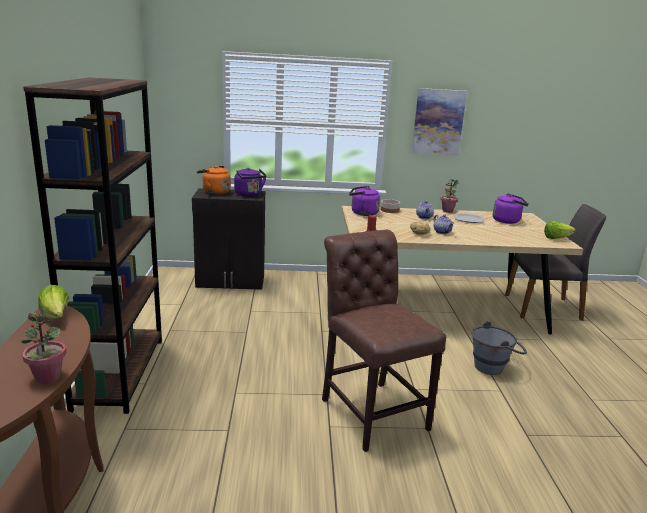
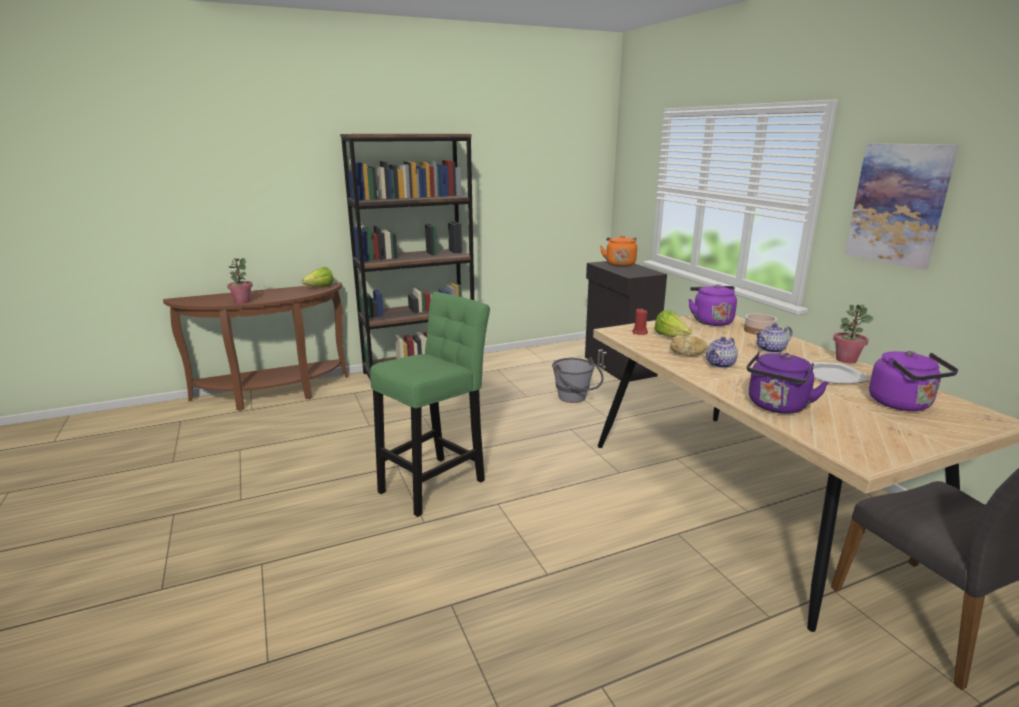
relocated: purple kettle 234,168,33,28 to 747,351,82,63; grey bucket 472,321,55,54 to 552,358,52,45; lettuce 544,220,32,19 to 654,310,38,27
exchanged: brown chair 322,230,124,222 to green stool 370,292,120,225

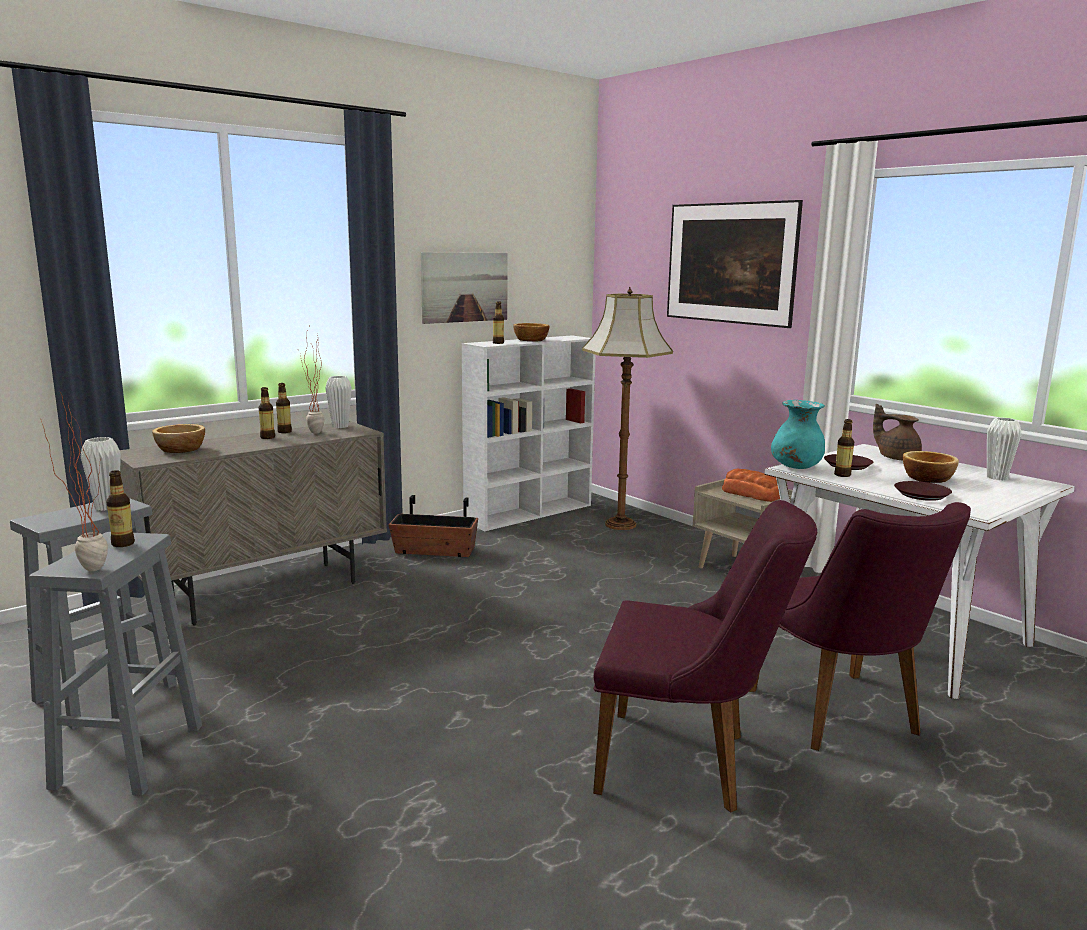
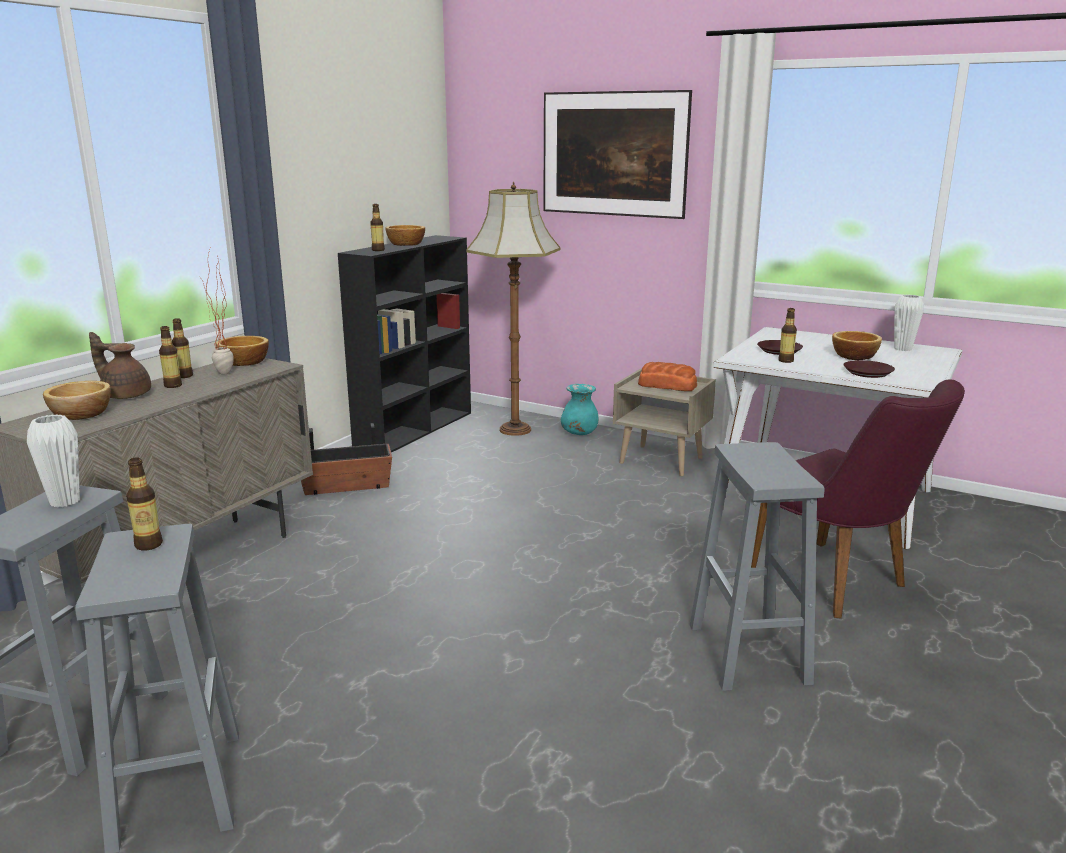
missing: potted plant 41,392,67,179; picture 421,252,87,72
relocated: turquoise vase 771,400,54,69 to 561,384,37,51; brown teapot 873,404,49,56 to 89,332,62,67
exchanged: white vase 325,376,27,52 to bowl 216,336,53,30; purple chair 593,500,224,313 to grey stool 690,442,135,249
colour: white bookcase 462,335,134,196 to black bookcase 338,235,133,218

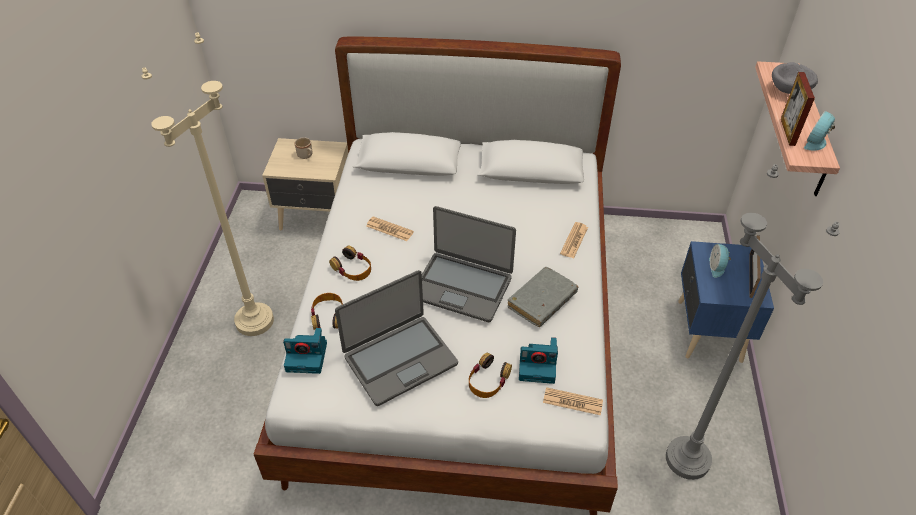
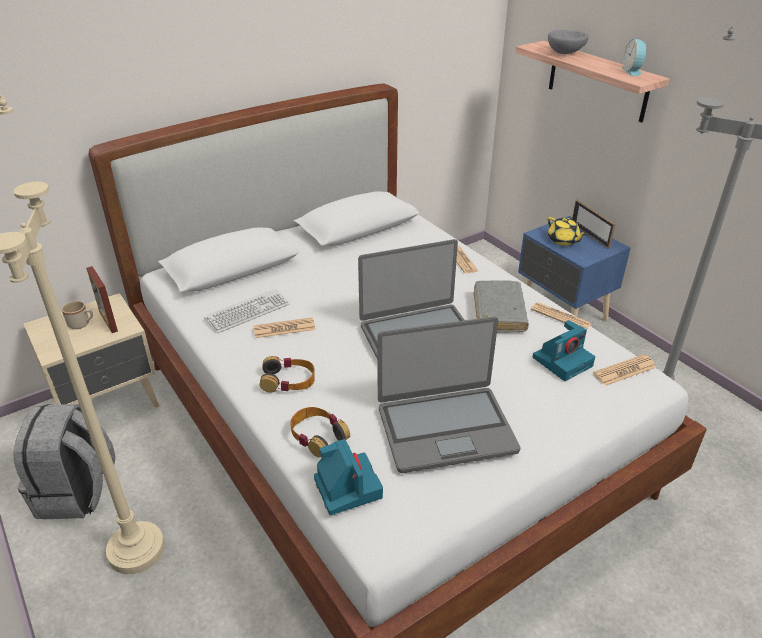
missing: headphones 469,353,43,45
appeared: grey backpack 14,404,101,115; keyboard 204,289,85,44; newspaper 531,302,61,28
relocated: picture frame 781,72,34,74 to 86,266,32,67
exchanged: alarm clock 709,244,22,34 to yellow teapot 547,217,40,29
spun: photo camera 283,328,44,46 = 314,439,69,76 75 degrees counterclockwise; laptop 335,270,123,136 = 377,317,143,156 60 degrees clockwise

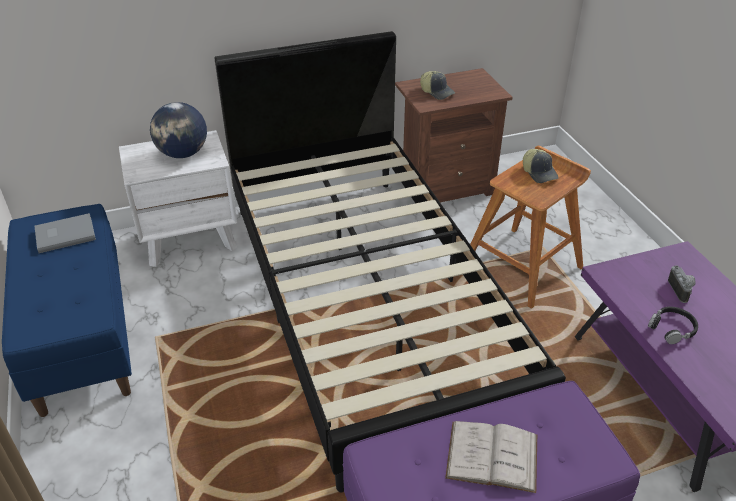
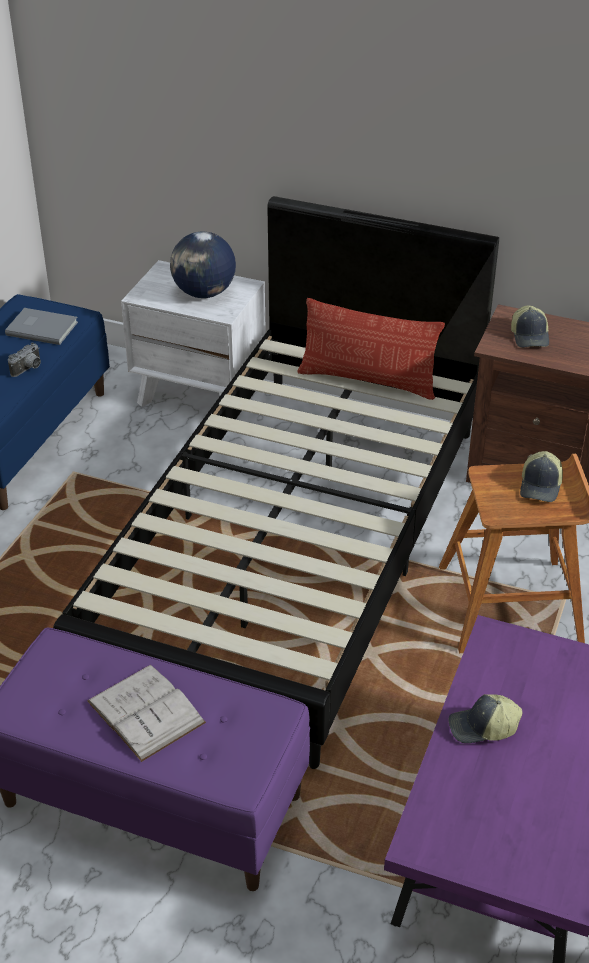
appeared: pillow 298,298,147,102
relocated: photo camera 668,265,28,38 to 8,343,33,34
exchanged: black headphones 648,306,50,38 to cap 449,694,74,49

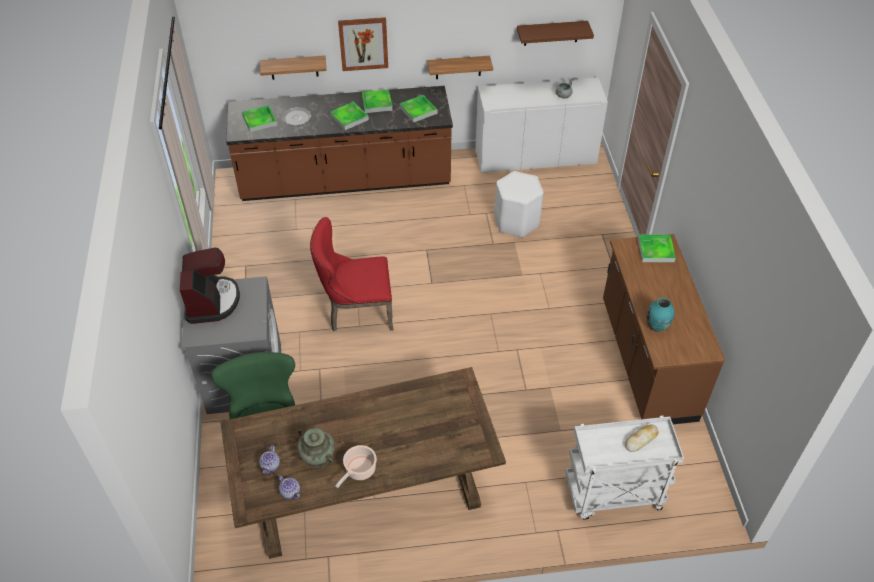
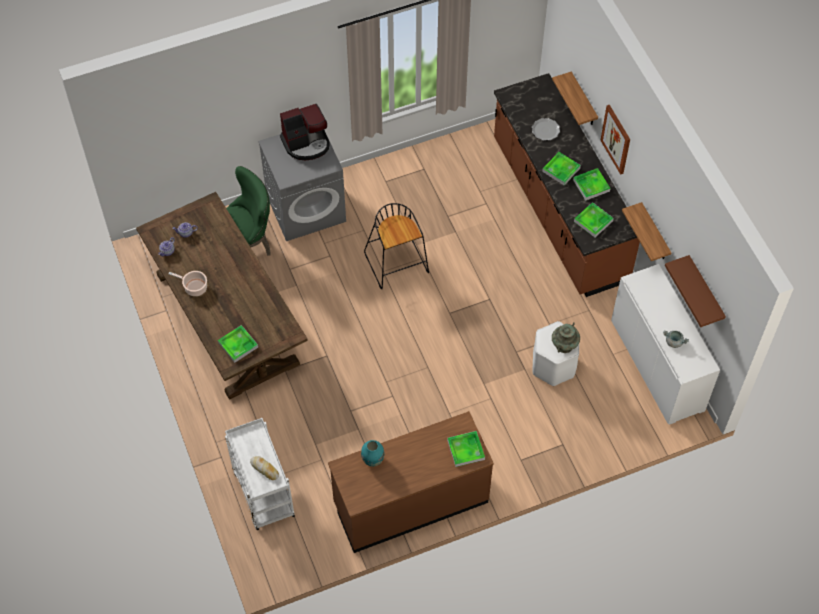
relocated: tray 242,105,35,28 to 218,325,40,38; turquoise vase 297,428,38,40 to 552,322,28,31
exchanged: red chair 310,217,83,114 to black stool 364,203,65,86

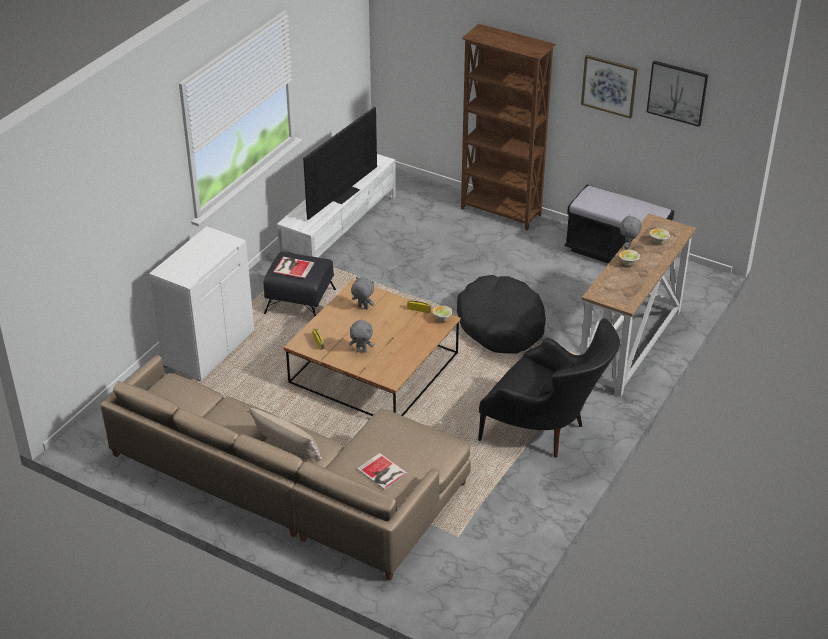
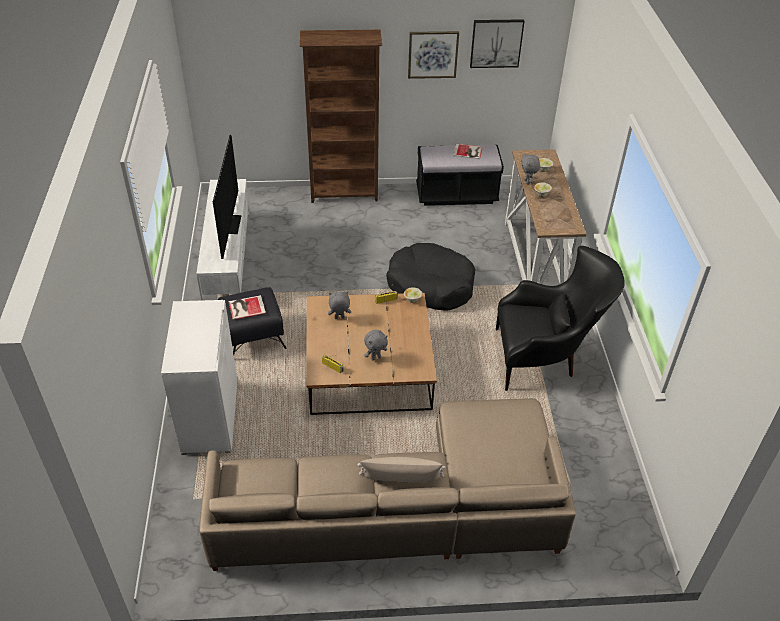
relocated: book 357,453,51,37 to 453,143,30,16

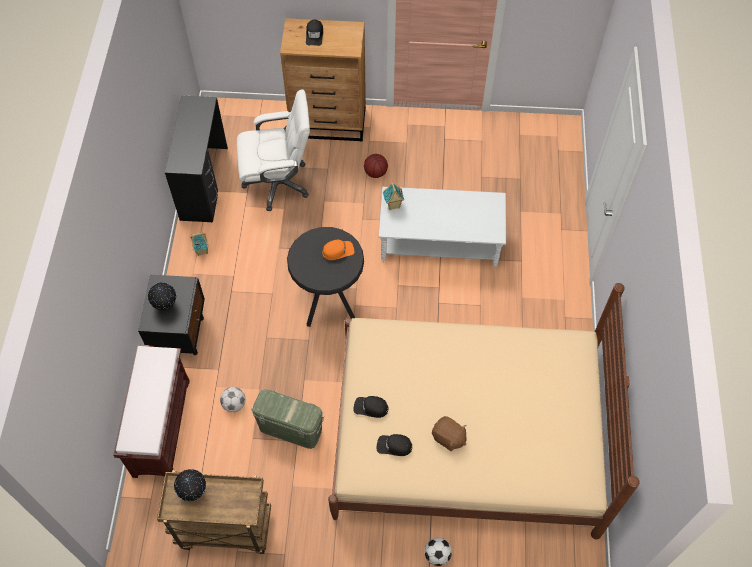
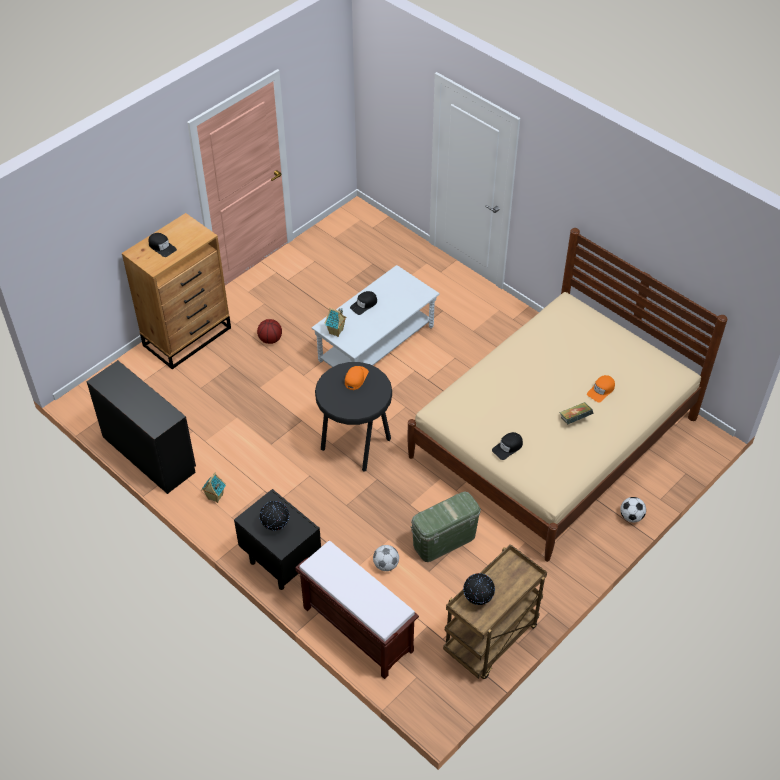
missing: white office chair 237,89,73,122
appeared: orange cap 587,375,28,28
relocated: black cap 377,434,35,22 to 350,291,27,24
exchanged: brown plush toy 432,416,34,36 to book 559,402,34,22

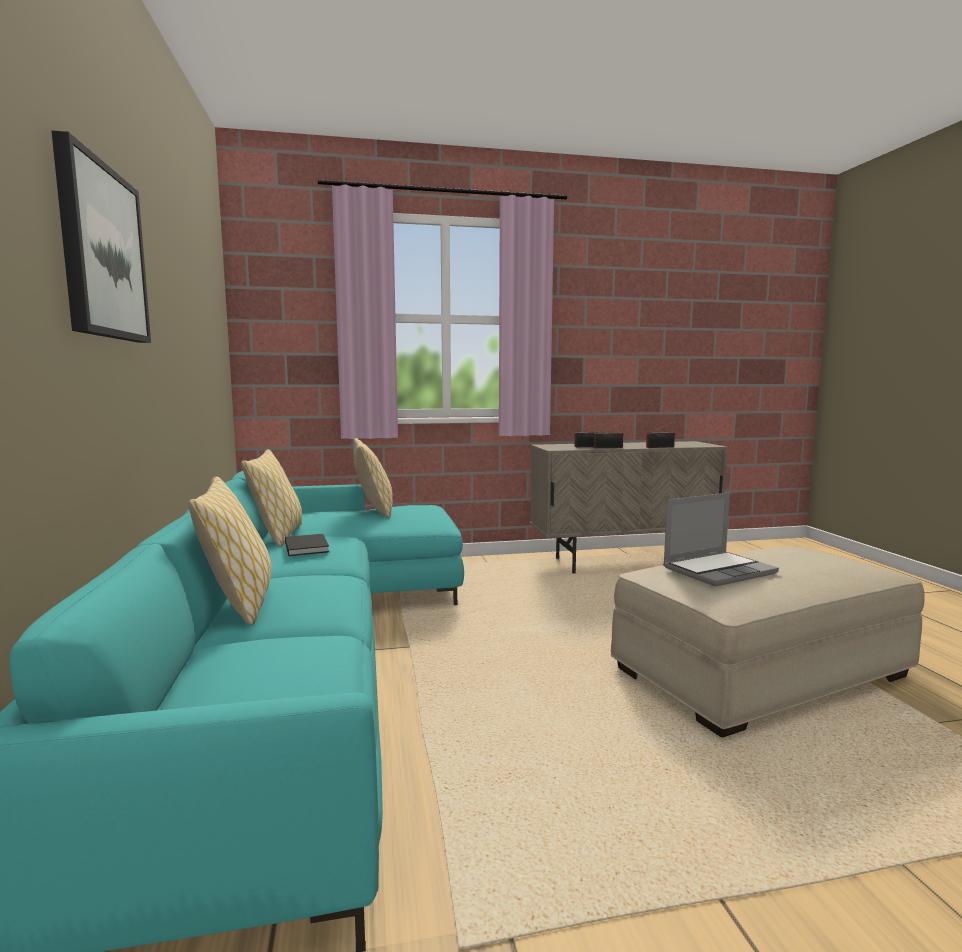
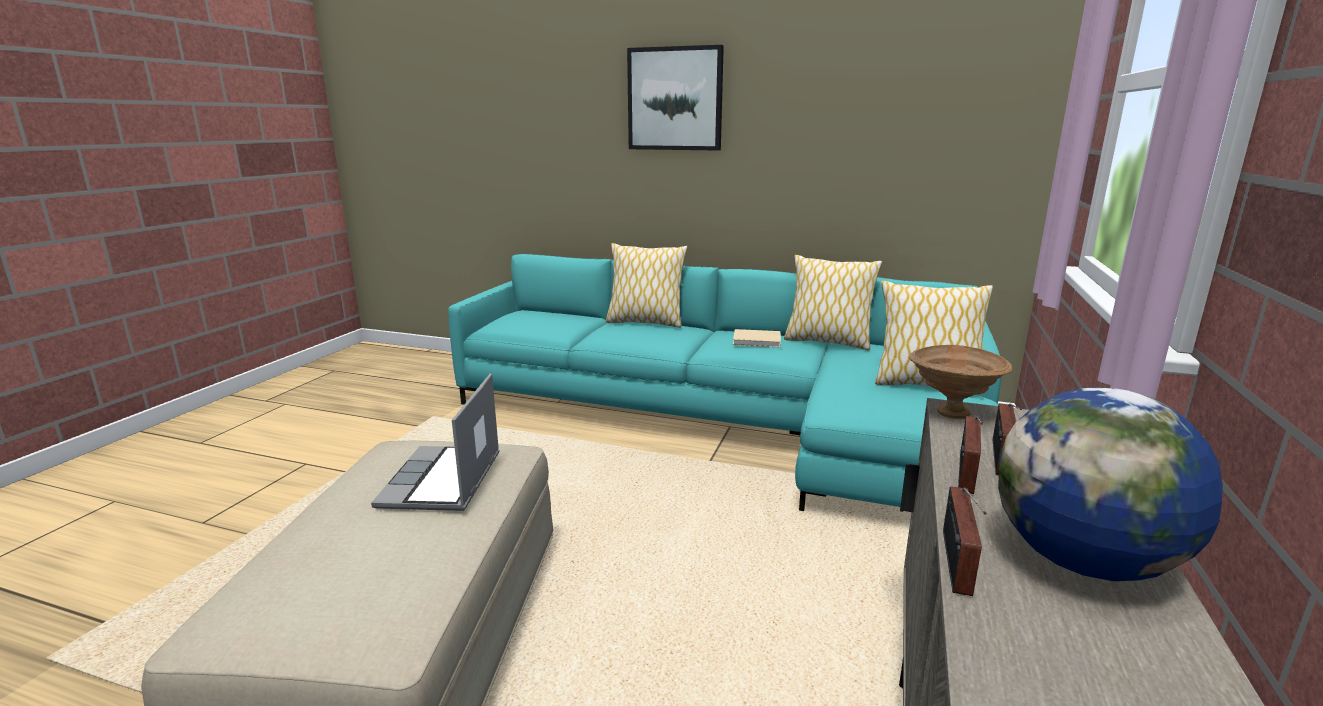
appeared: brown bowl 909,345,103,74; globe 998,387,225,194
colour: black book 285,534,44,22 to beige book 733,329,48,18

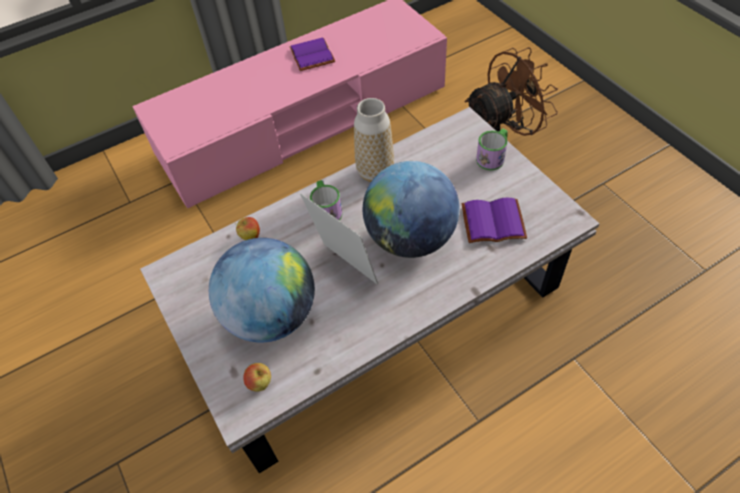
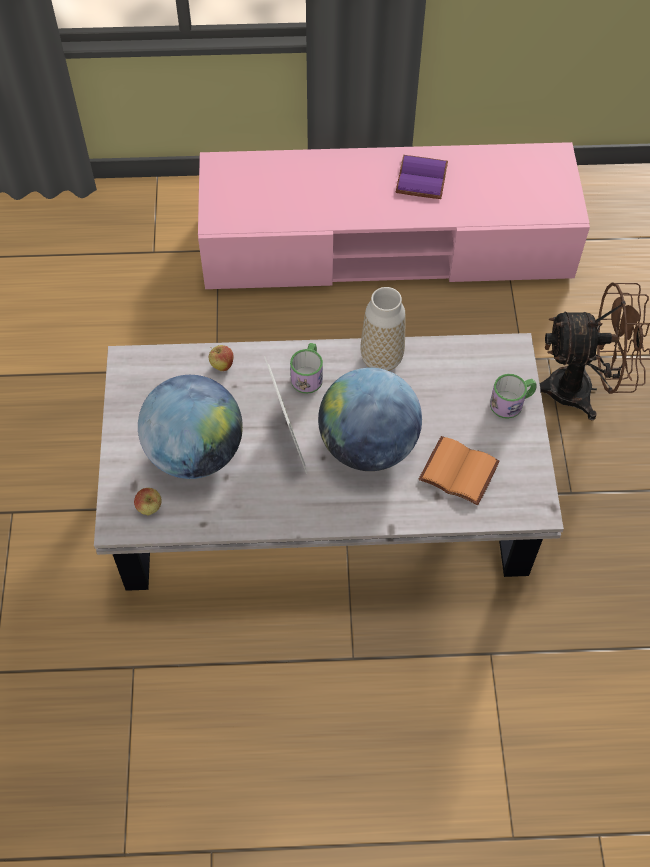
colour: purple book 462,198,65,45 to orange book 419,436,81,69

